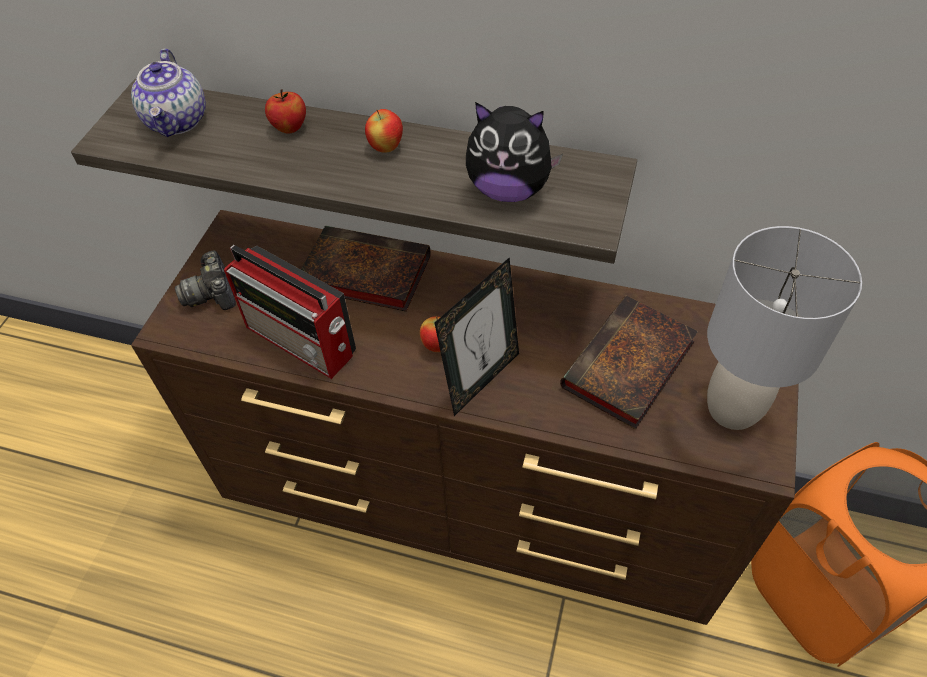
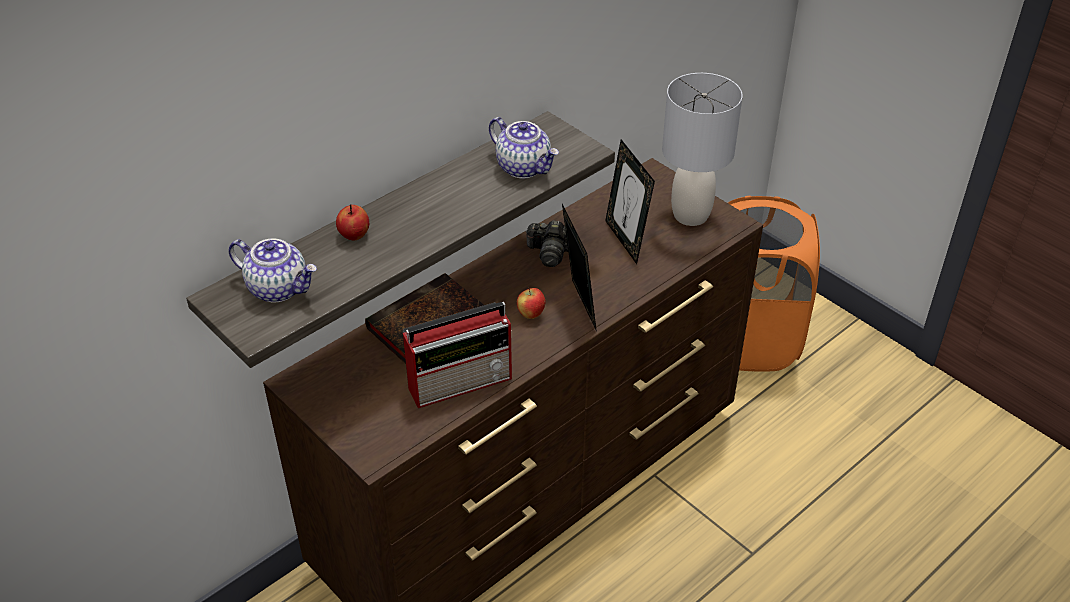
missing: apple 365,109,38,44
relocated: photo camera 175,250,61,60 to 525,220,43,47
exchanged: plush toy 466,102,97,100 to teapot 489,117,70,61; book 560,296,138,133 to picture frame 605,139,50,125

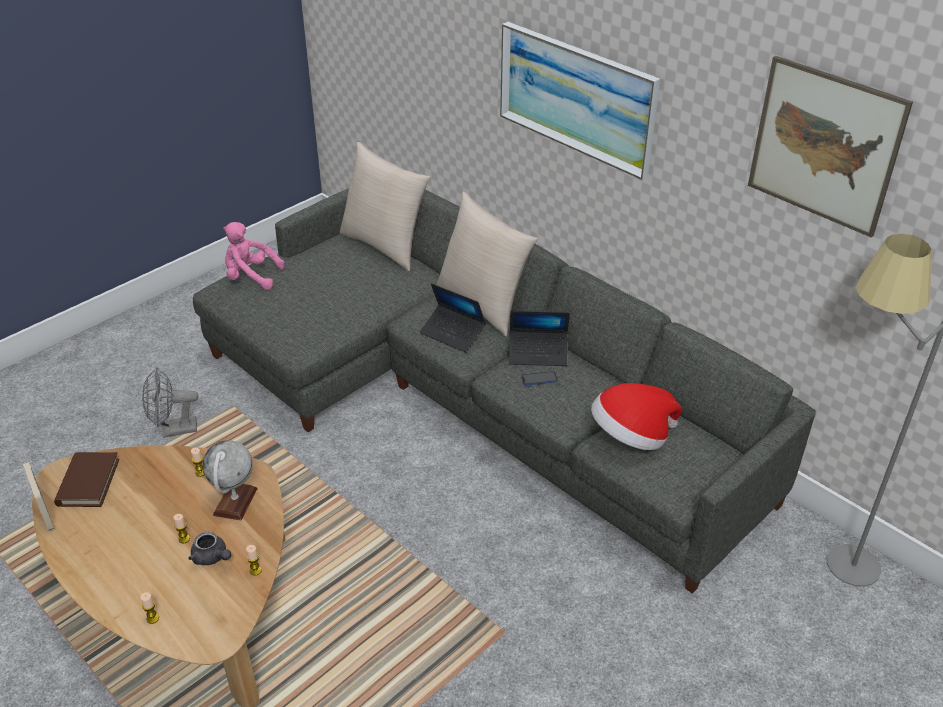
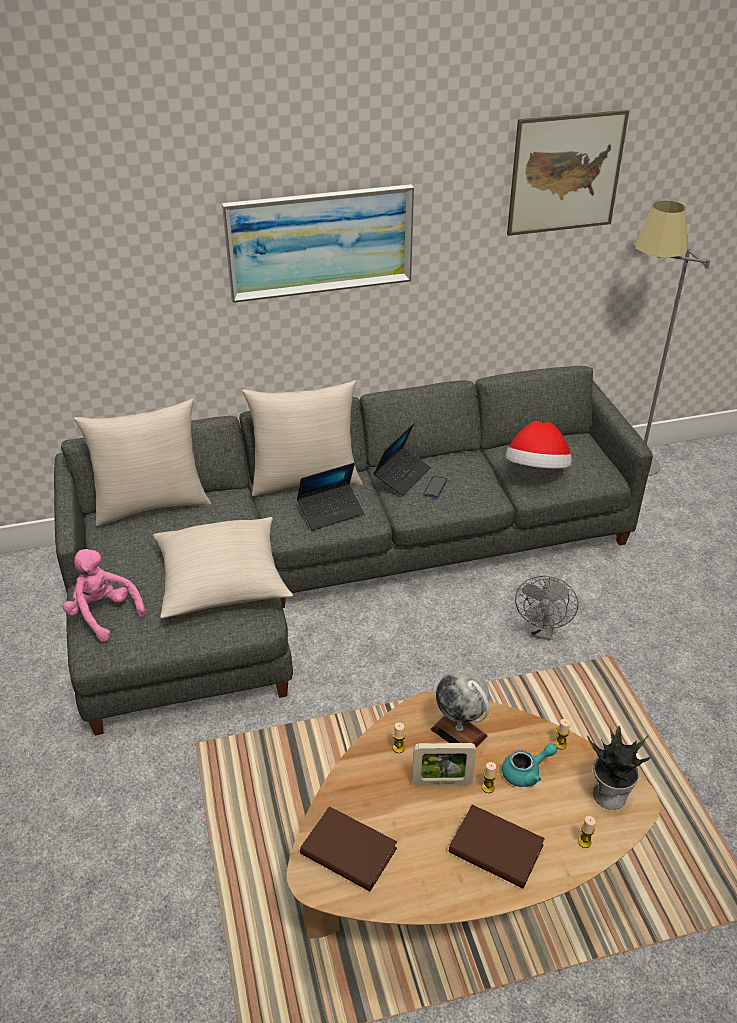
appeared: beige pillow 153,517,140,101; brown book 449,805,96,83; potted plant 587,726,63,84
relocated: picture frame 23,461,31,70 to 412,743,64,43; grey fan 142,368,57,70 to 515,576,64,64
colour: grey teapot 188,532,43,33 to turquoise teapot 502,743,55,44
spun: pink plush toy 223,222,62,68 = 63,549,82,93 90 degrees clockwise

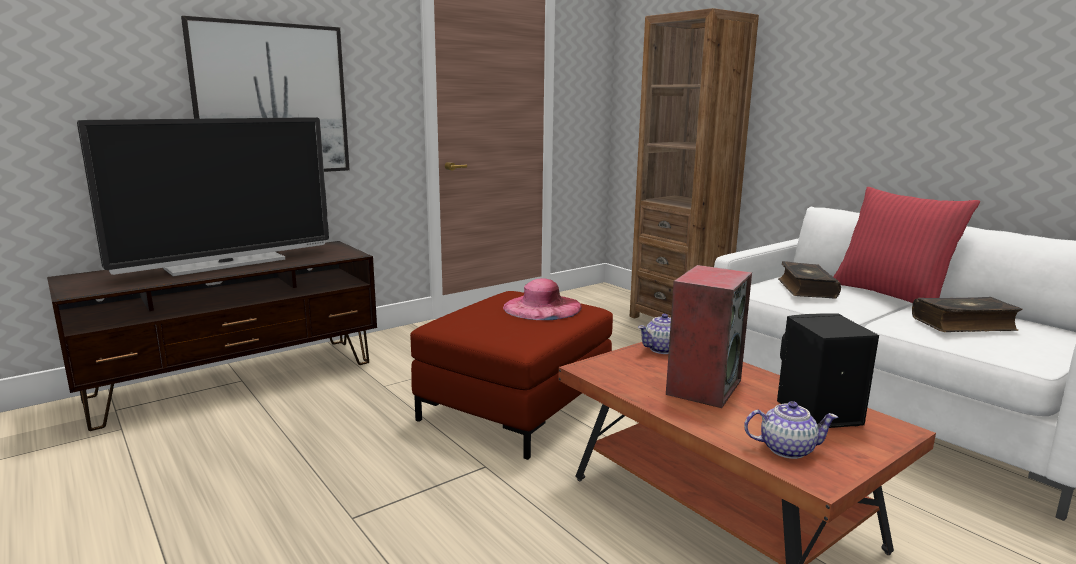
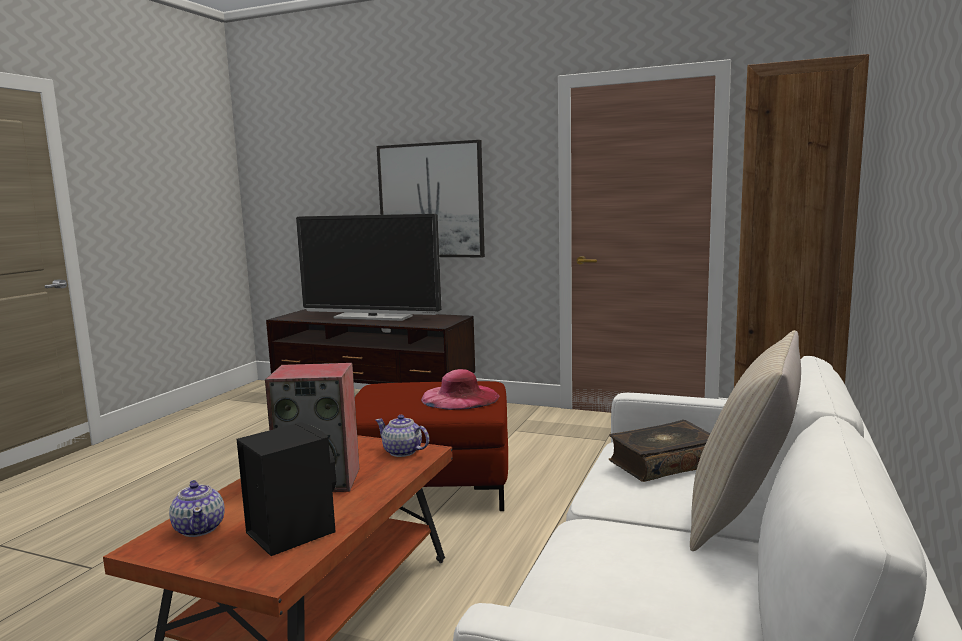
missing: book 912,297,111,35
colour: red pillow 833,187,147,116 to beige pillow 690,330,111,221

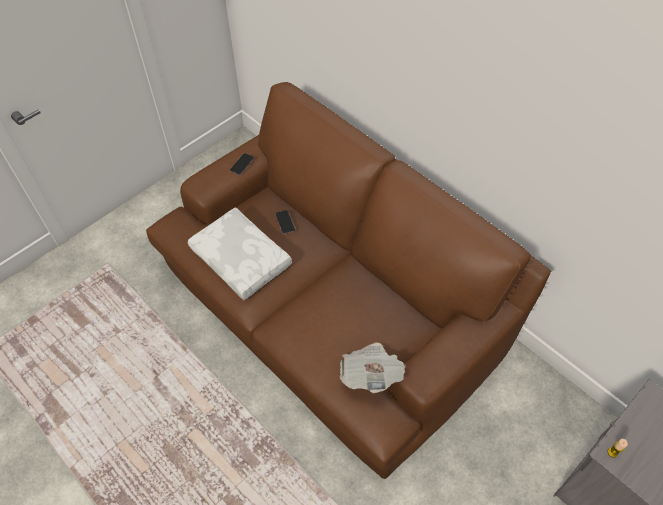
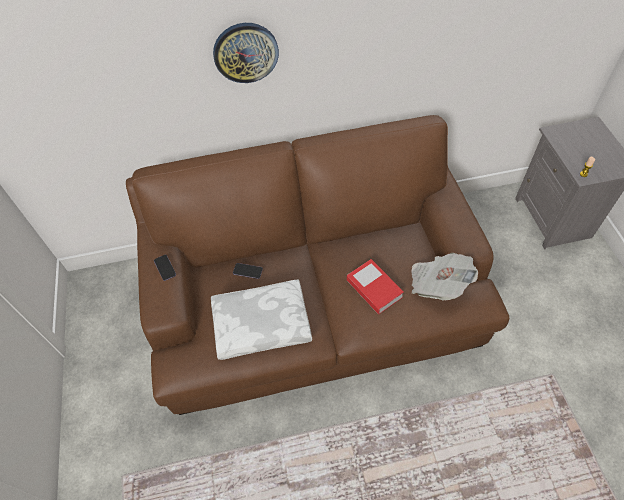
appeared: wall clock 213,23,66,60; book 347,259,57,55

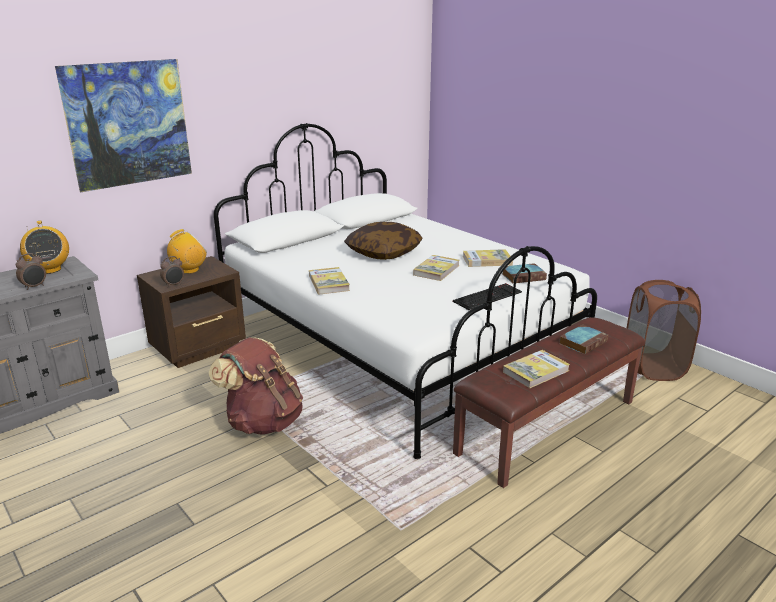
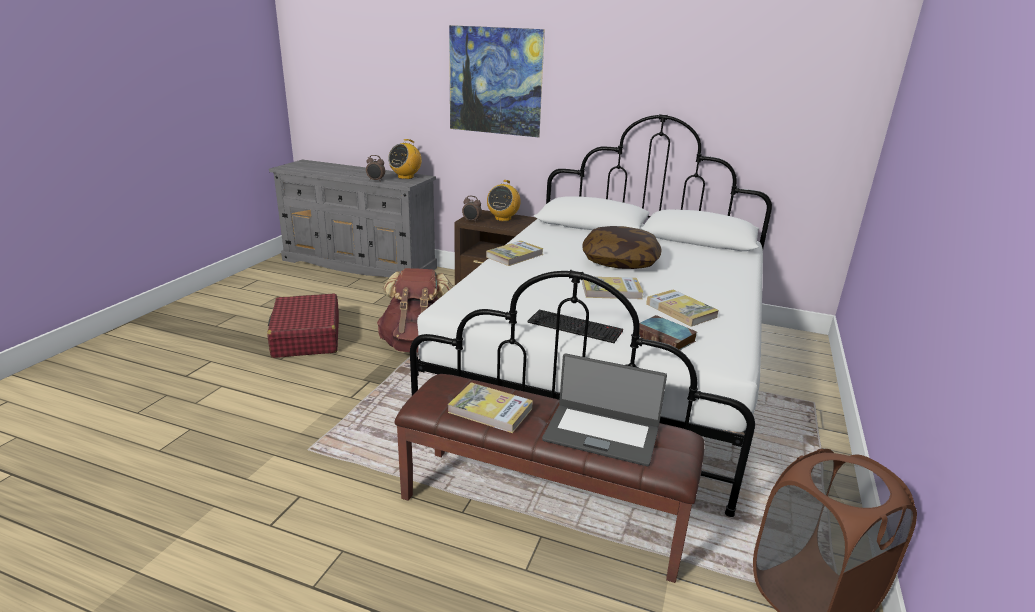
appeared: red suitcase 267,294,72,64
exchanged: book 560,325,48,30 to laptop 542,353,125,113
spun: radio 167,229,40,45 = 487,180,34,41 90 degrees clockwise

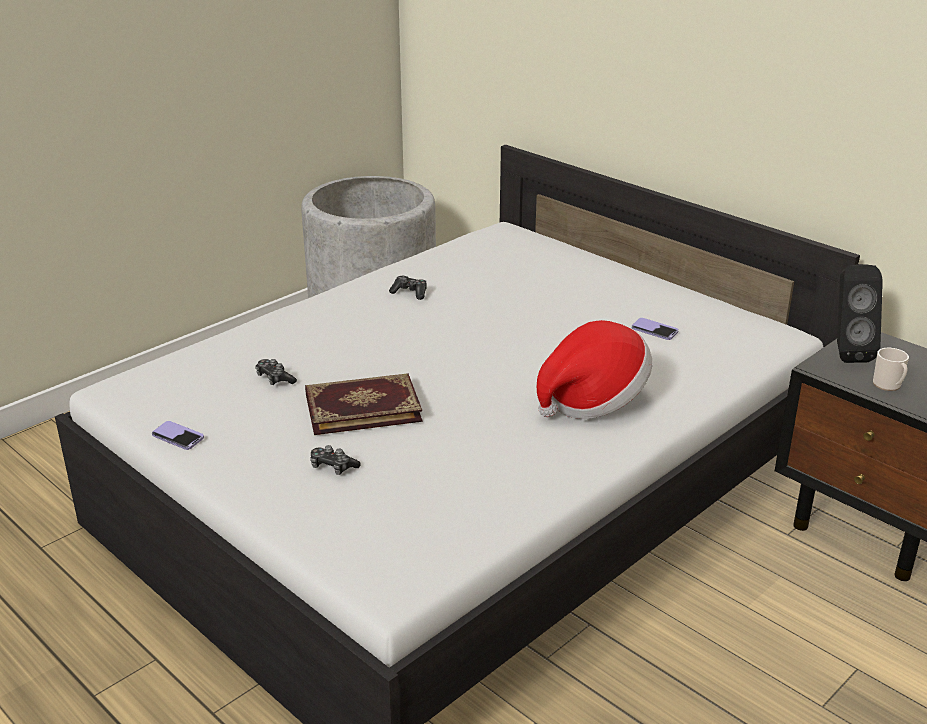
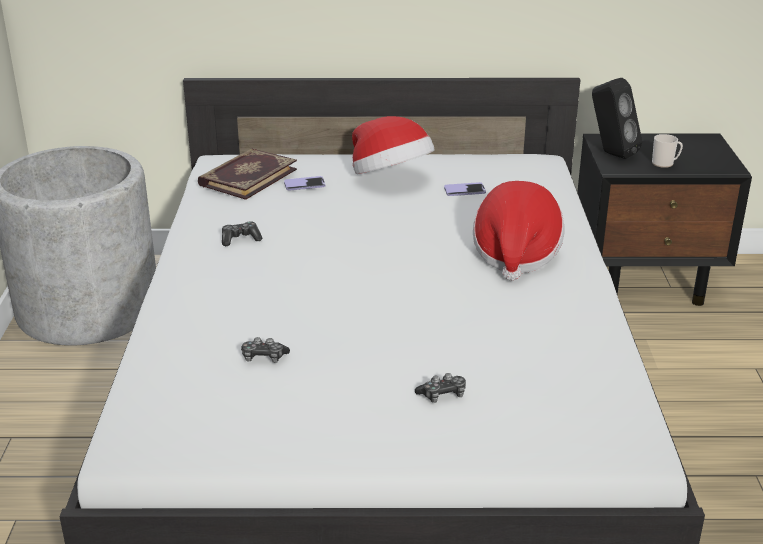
appeared: hat 352,116,83,58
relocated: phone 152,421,52,29 to 284,176,42,15; book 305,373,118,62 to 198,148,99,52

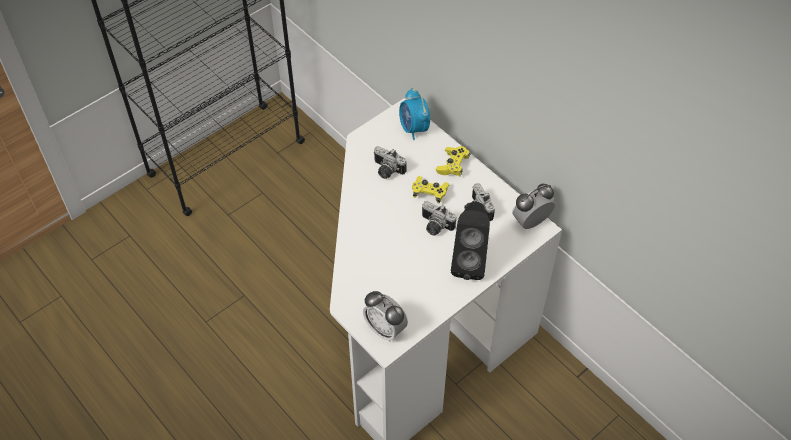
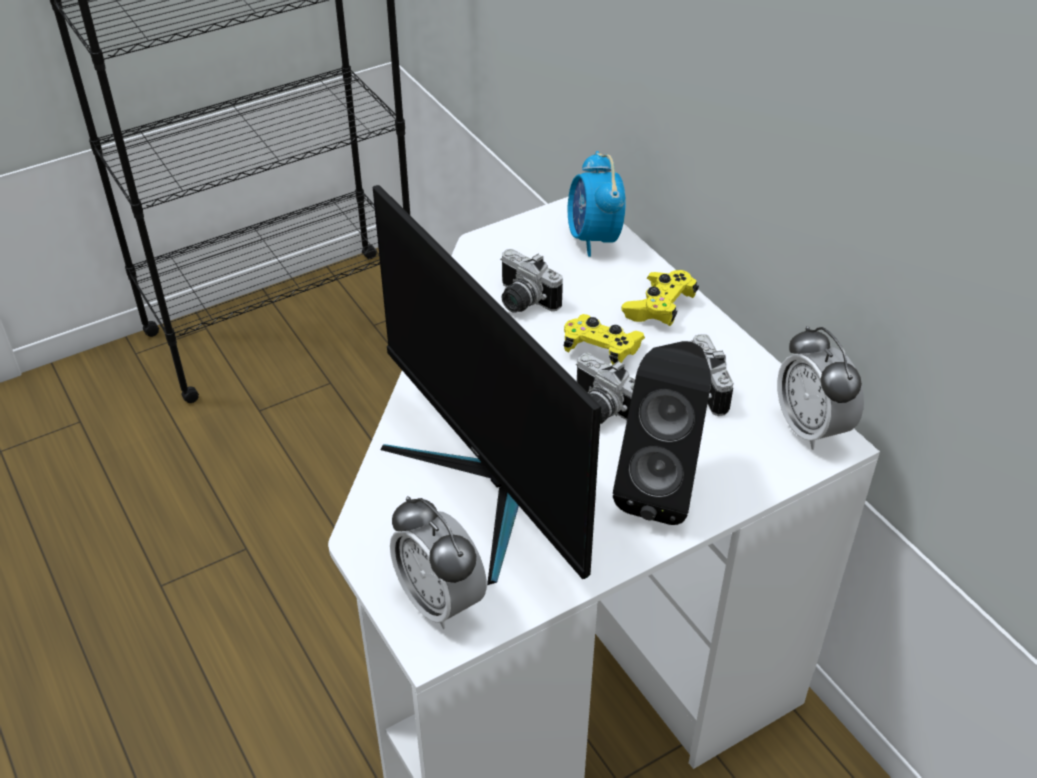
appeared: monitor 373,185,228,400
spun: alarm clock 512,184,43,45 = 777,326,87,124 90 degrees counterclockwise

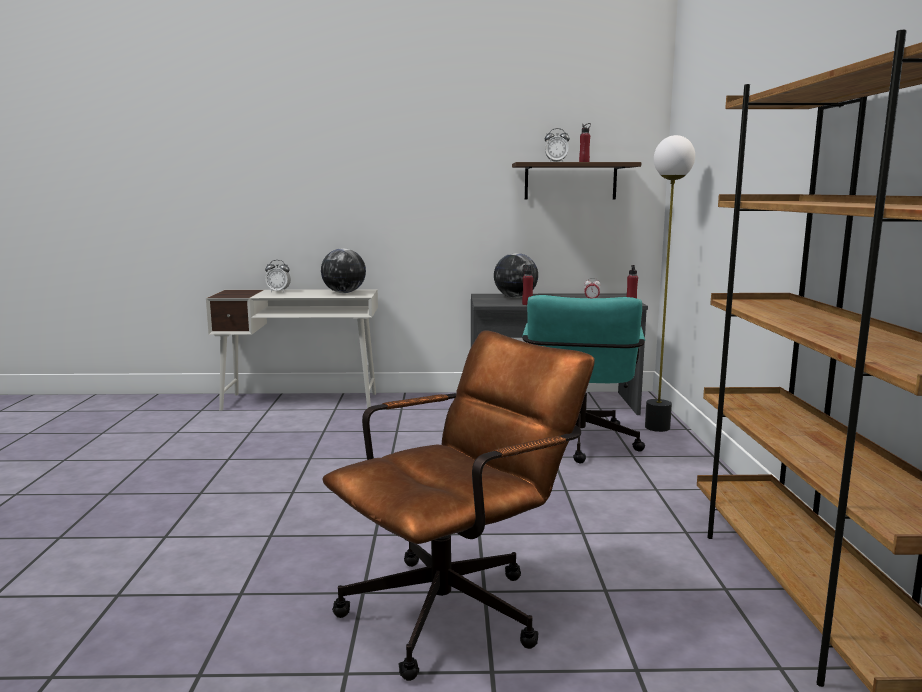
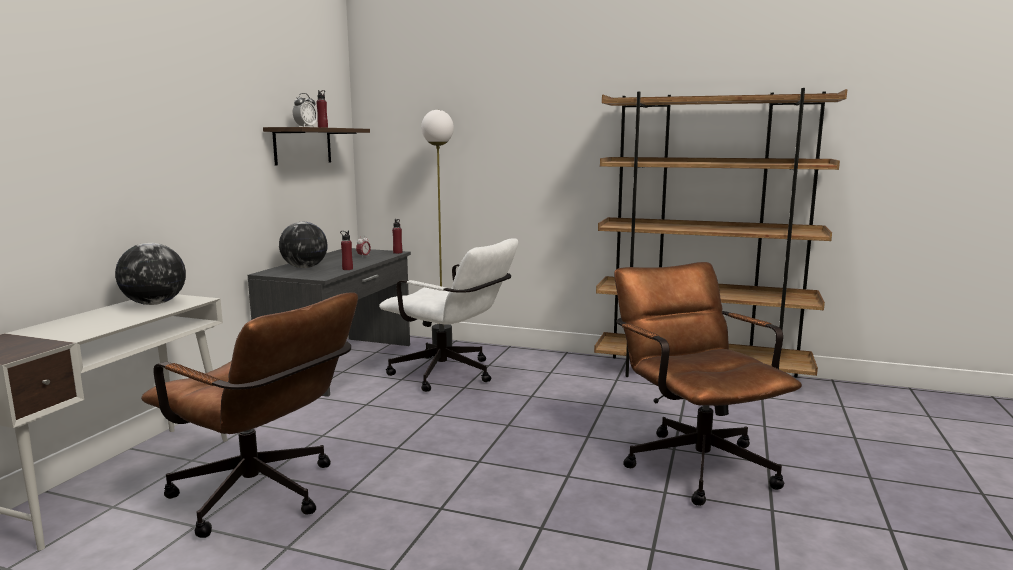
missing: alarm clock 265,260,26,32
appeared: brown office chair 141,292,217,246
colour: turquoise office chair 522,295,123,168 to white office chair 379,238,139,154

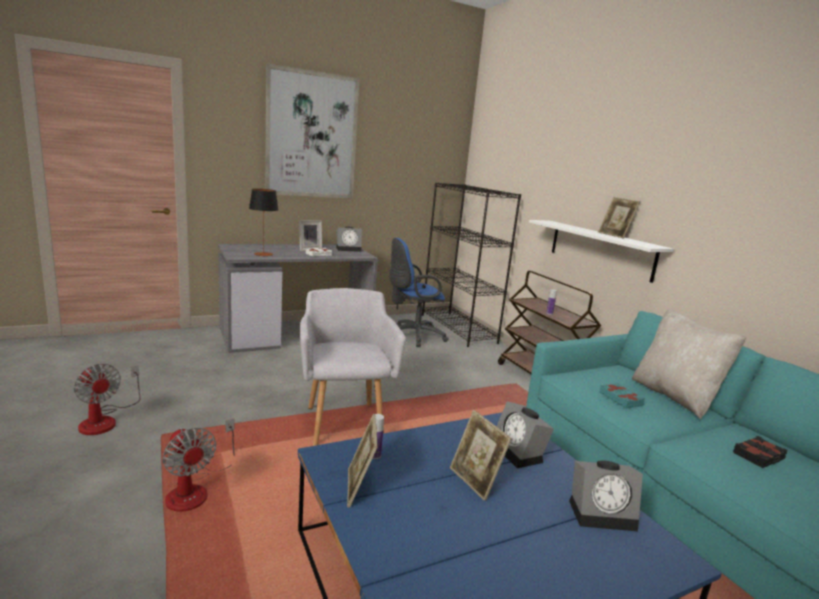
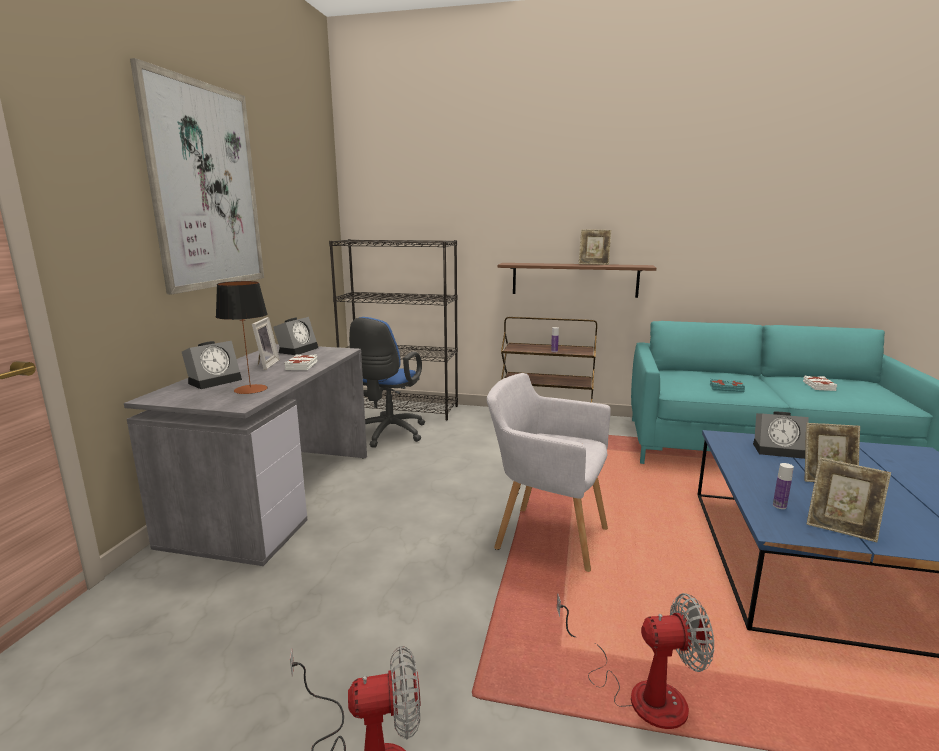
missing: beige pillow 632,308,114,111
relocated: alarm clock 569,460,74,71 to 182,341,60,48
colour: white shelf 529,220,145,63 to brown shelf 498,263,158,35; black book 733,436,55,32 to white book 803,376,35,15

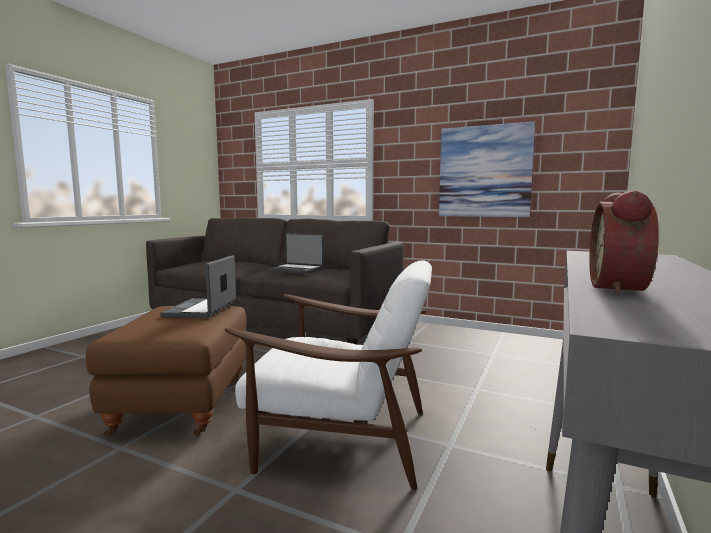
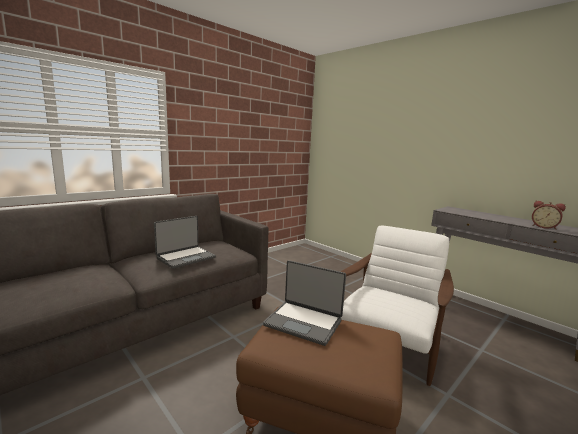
missing: picture 439,121,96,96

